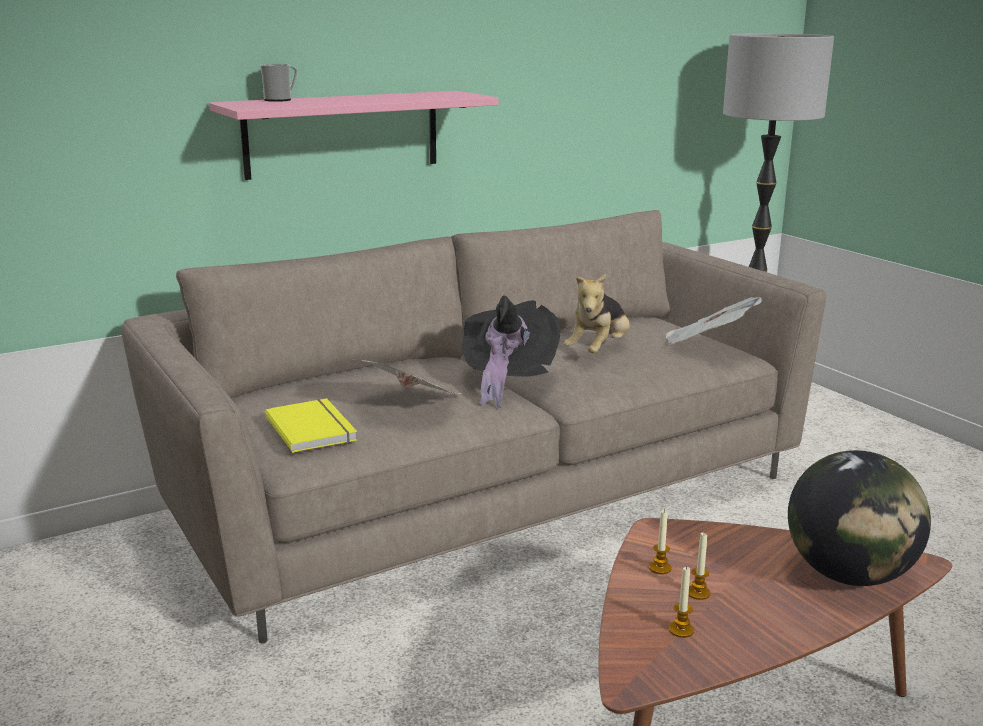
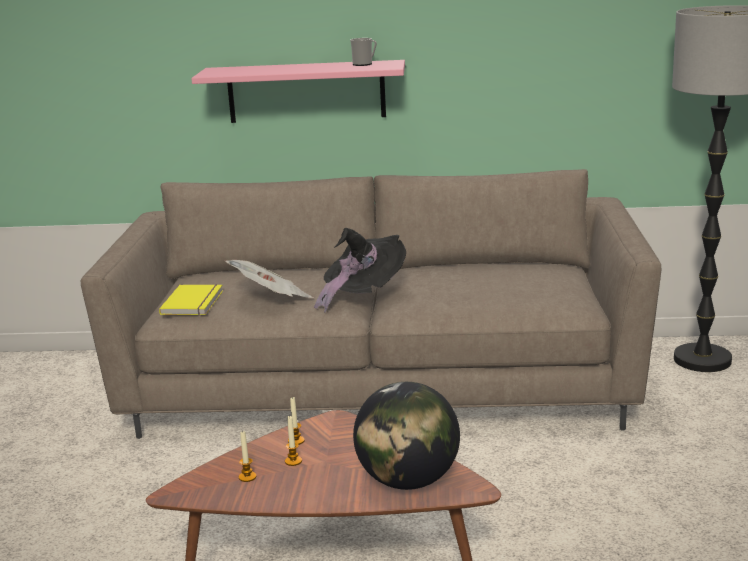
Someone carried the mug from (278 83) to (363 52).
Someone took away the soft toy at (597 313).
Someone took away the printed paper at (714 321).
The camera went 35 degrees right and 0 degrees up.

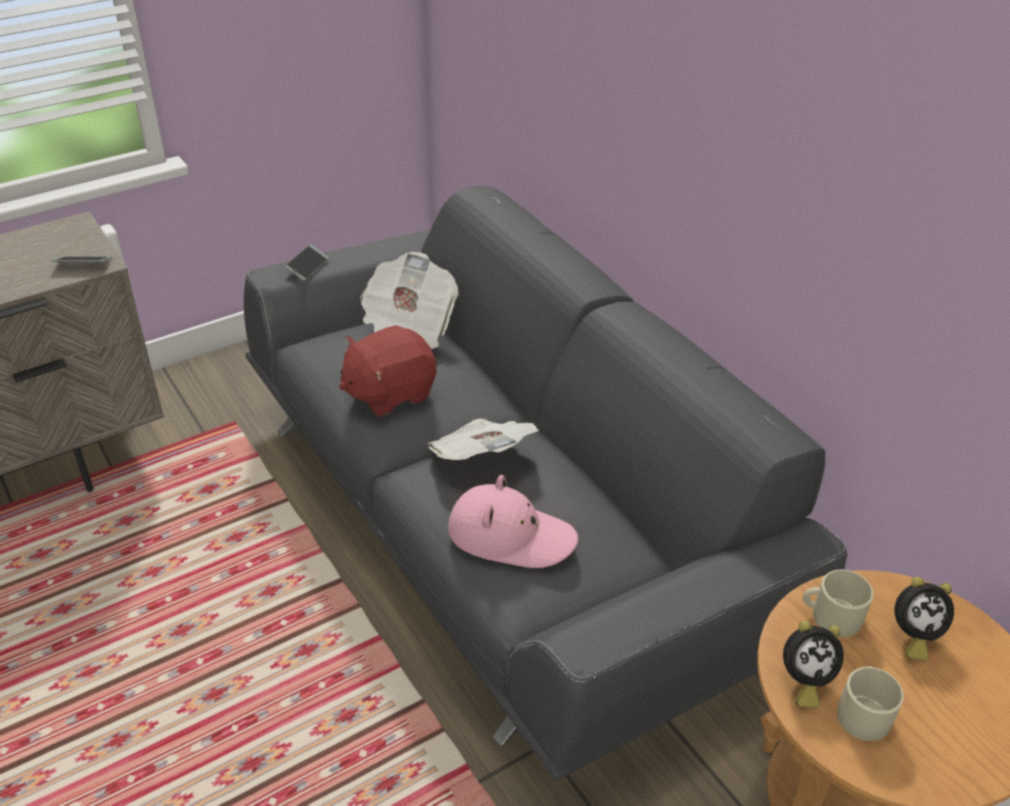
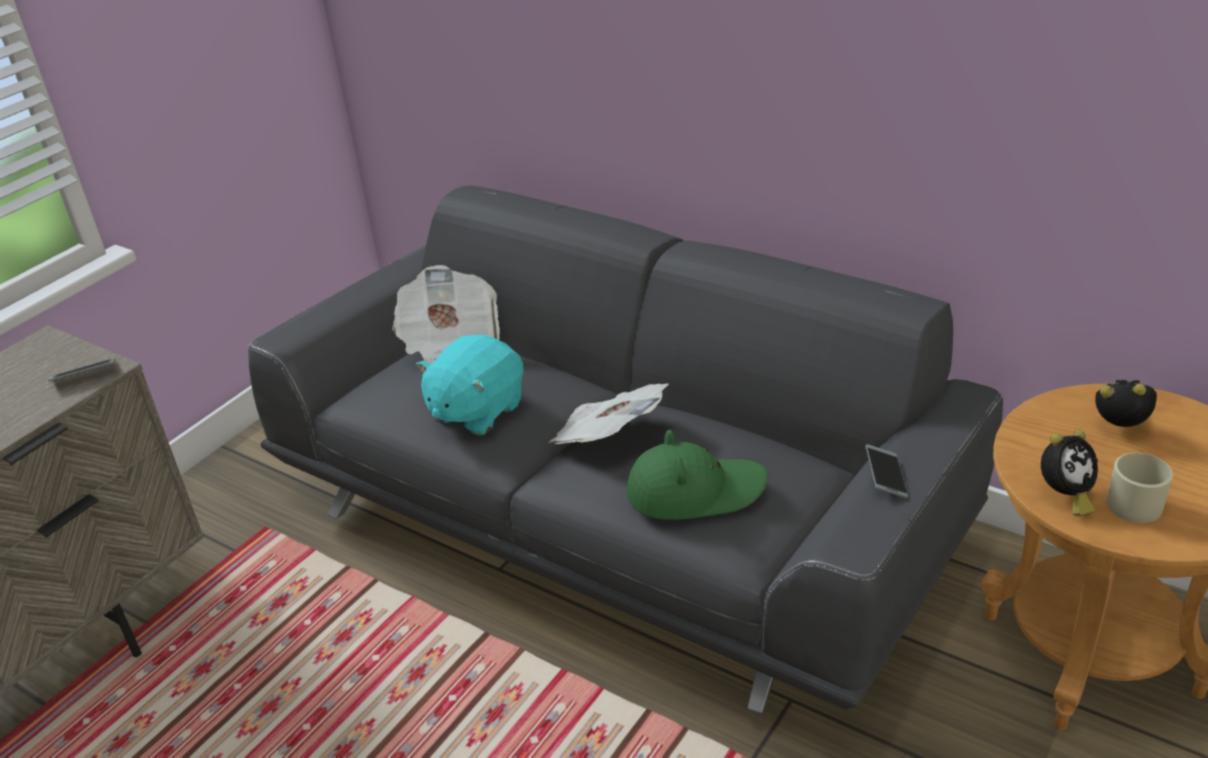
Someone carried the handset from (307 262) to (887 471).
Someone repainted the reddish soft toy at (387 371), which became the blue-green soft toy at (470 385).
Someone repainted the pink-coloured wearable hat at (513 521), which became the greenish wearable hat at (697 475).
Someone took away the beige mug at (838 603).
Someone rotated the table clock at (924 619) by 135 degrees counterclockwise.
The camera went 20 degrees left and 5 degrees down.

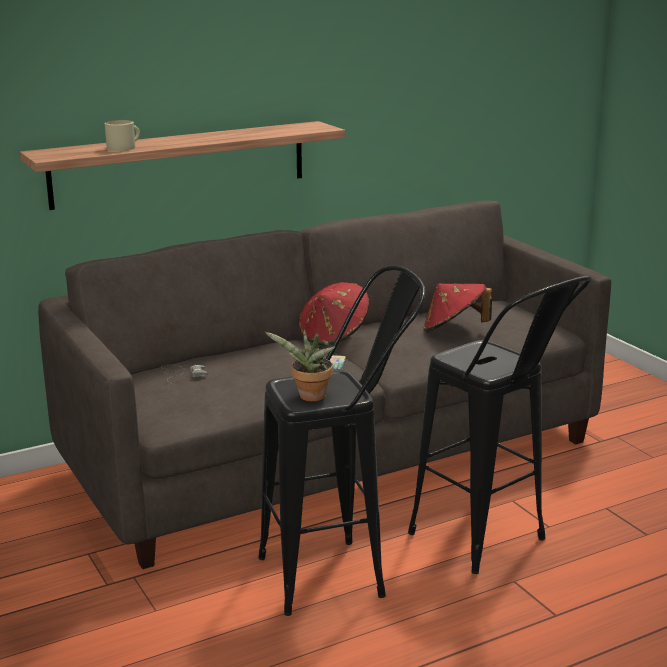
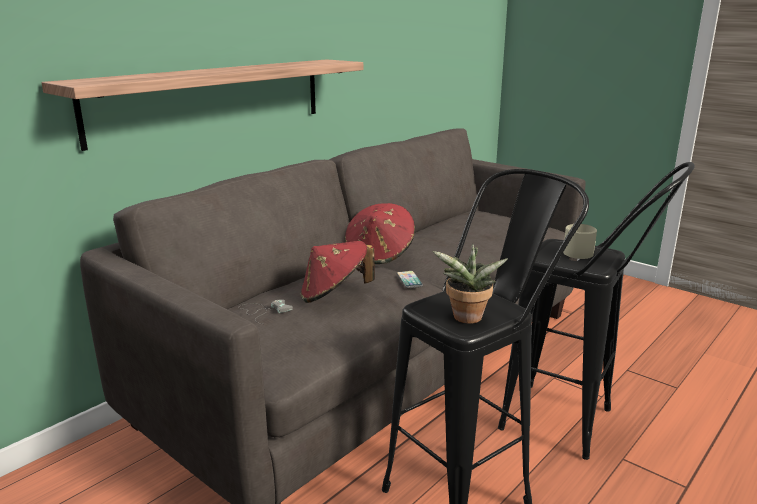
Someone carried the beige mug from (122 135) to (580 241).
Someone carried the reddish wearable hat from (457 307) to (338 272).
The camera went 20 degrees left and 0 degrees up.

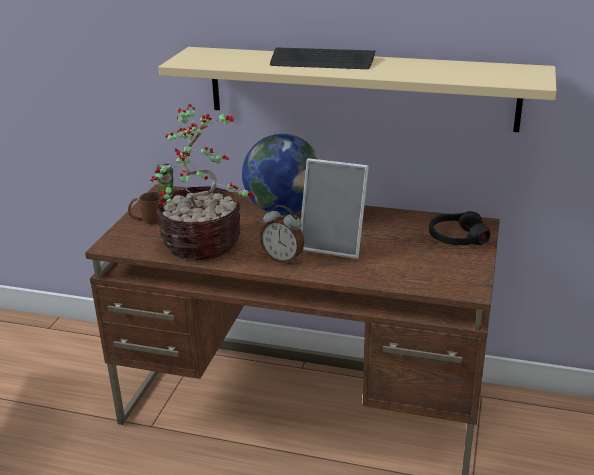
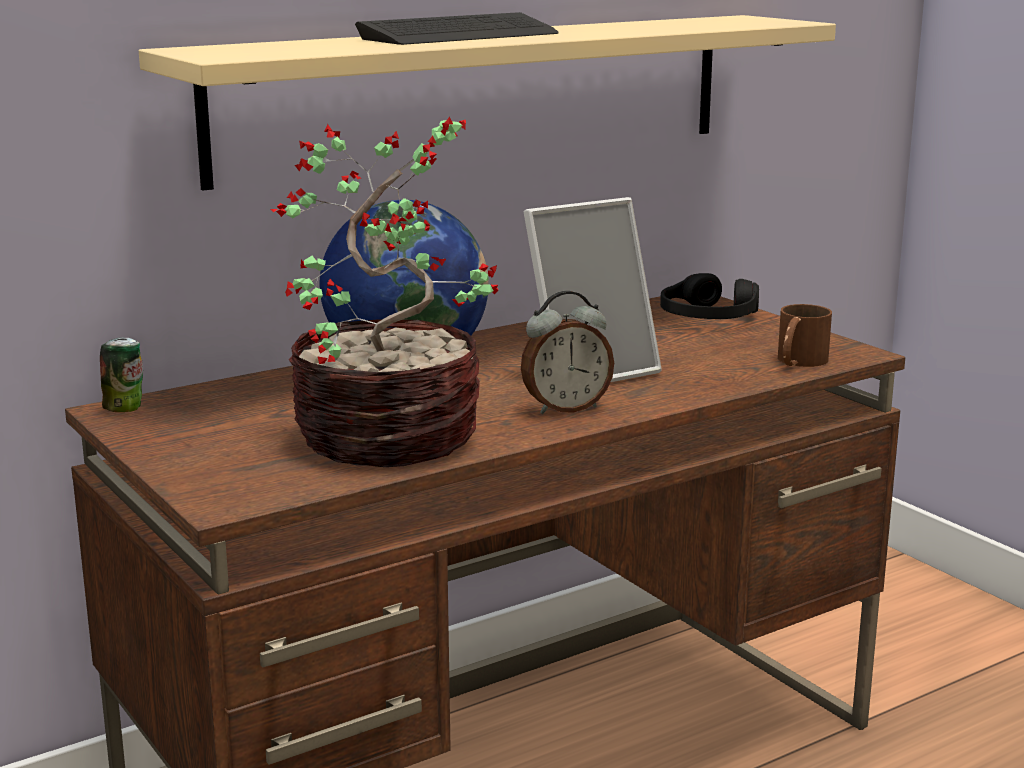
Someone carried the brown mug from (146 207) to (805 335).
The camera went 50 degrees left and 10 degrees down.

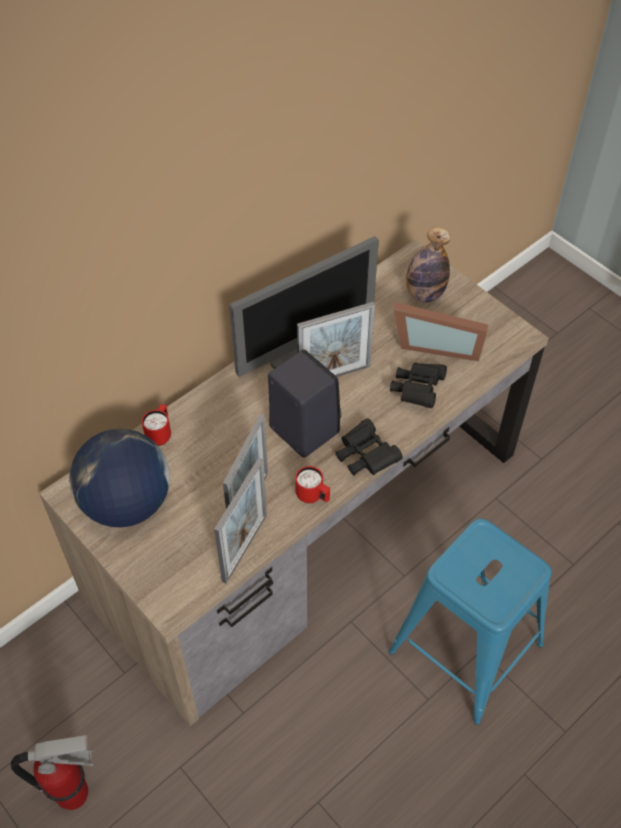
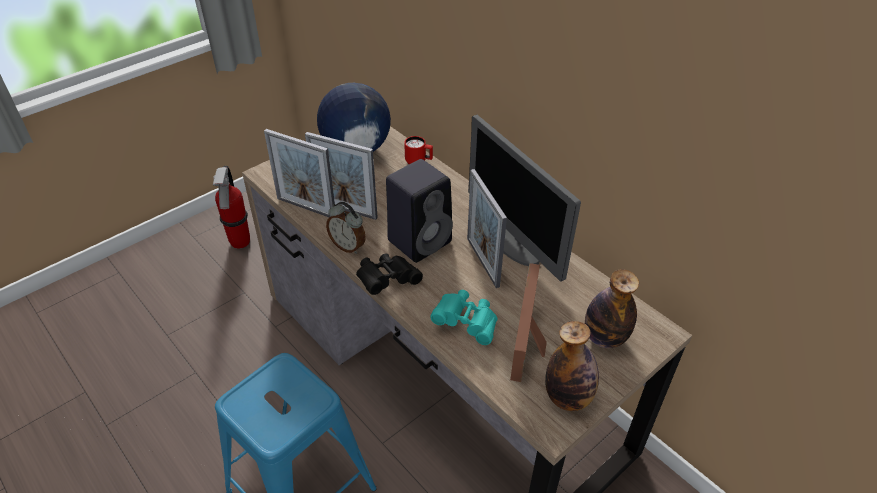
Someone repainted the black field glasses at (418 385), which became the blue-green field glasses at (464 317).
Someone swapped the reddish mug at (312 484) for the table clock at (346 228).
Someone put down the bottle at (572 366).
The camera went 90 degrees right and 10 degrees down.

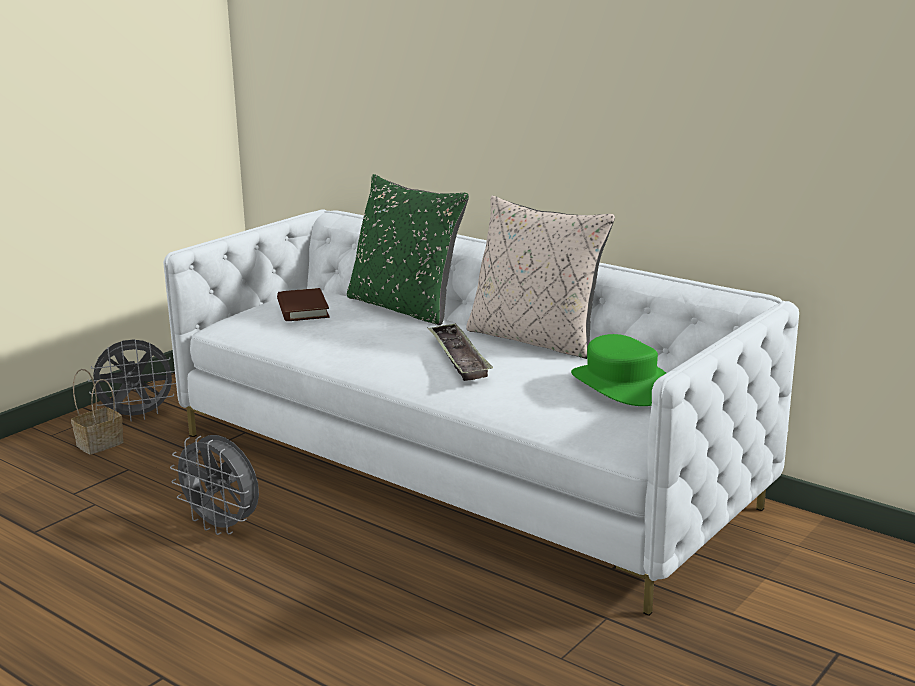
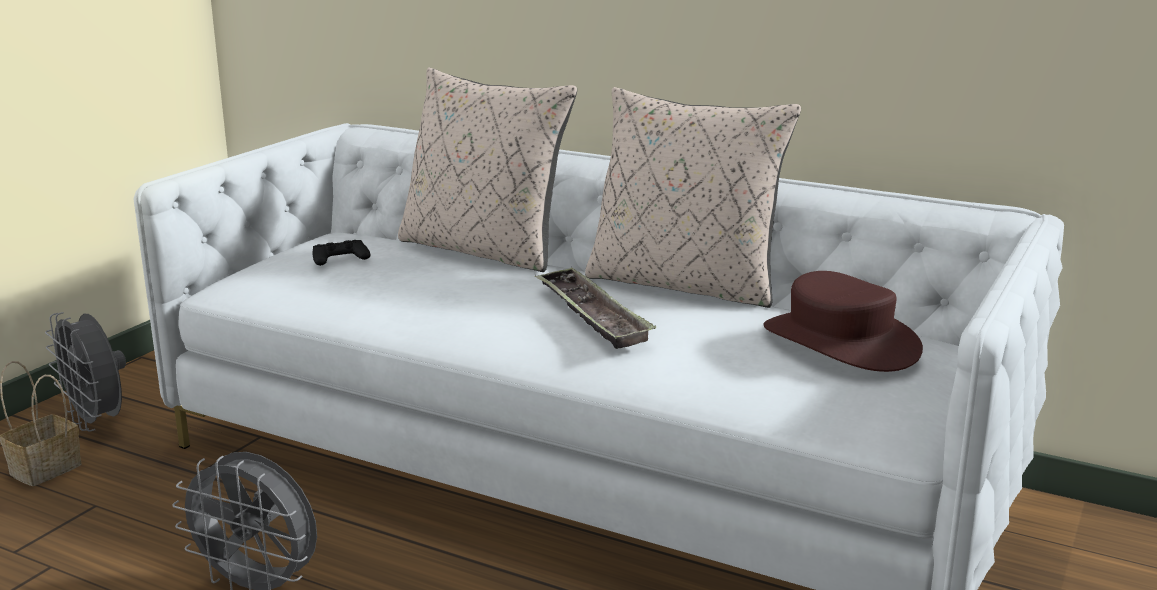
Someone repainted the greenish cushion at (408 250), which became the beige cushion at (487 169).
Someone swapped the brown bound book at (303 304) for the black joypad at (341 253).
Someone repainted the greenish wearable hat at (618 370), which became the brown wearable hat at (843 321).
Someone rotated the gray fan at (132 380) by 75 degrees clockwise.
The camera went 10 degrees left and 0 degrees up.

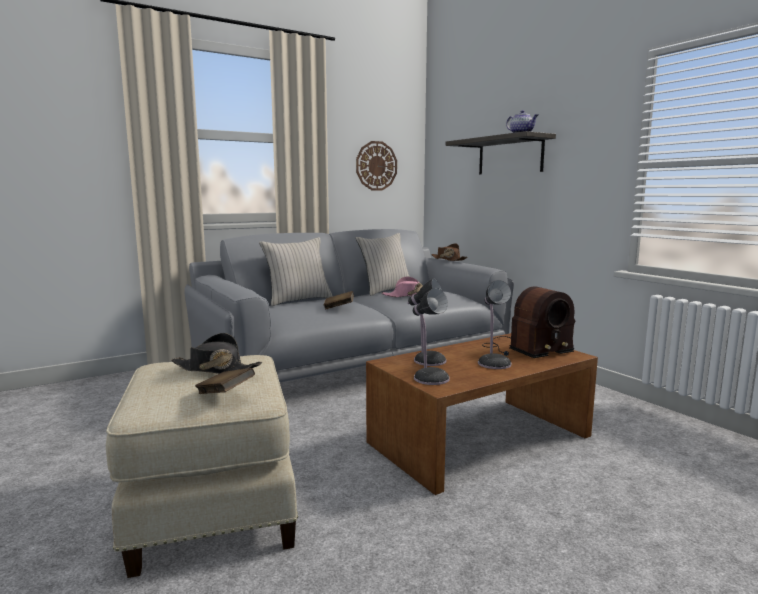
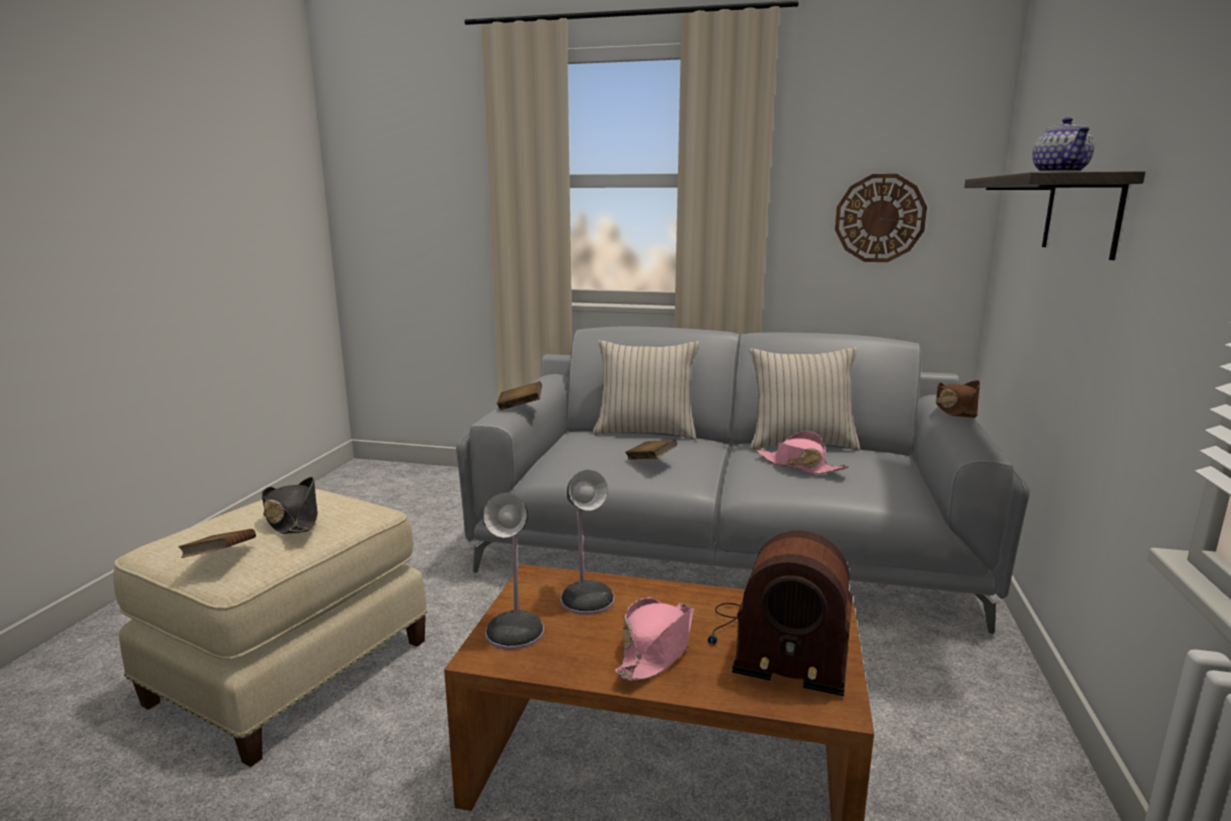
Someone swapped the table lamp at (495 324) for the pink-coloured wearable hat at (654 639).
Someone put down the brown bound book at (519 395).
The camera went 45 degrees right and 5 degrees up.

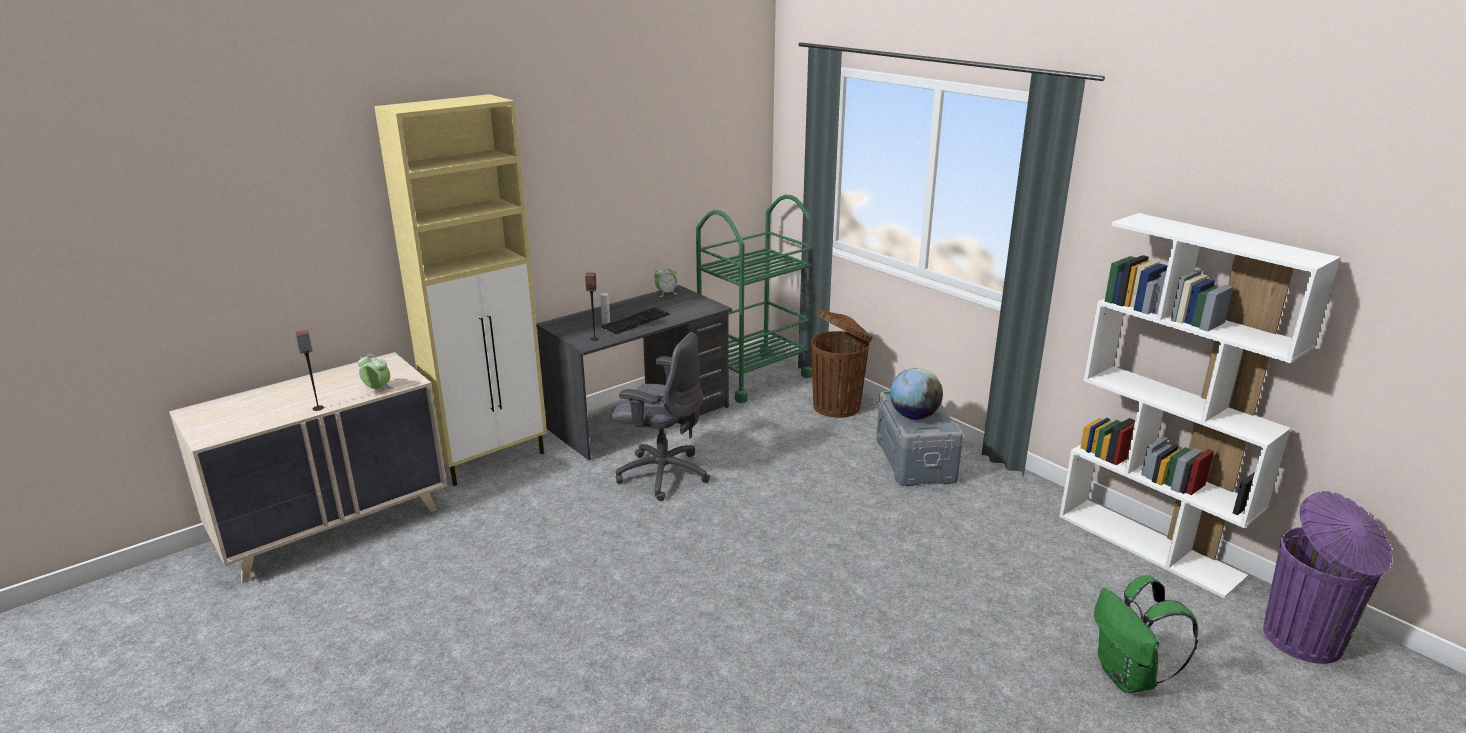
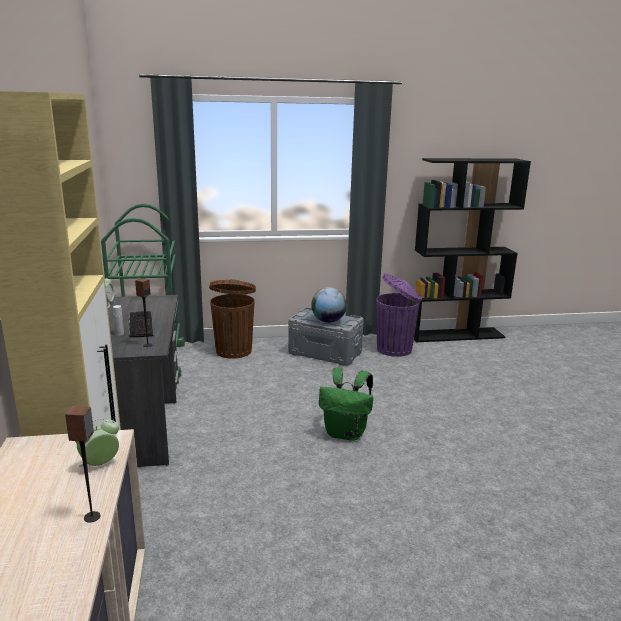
Someone repainted the white-coloured shelving unit at (1200 406), which became the black shelving unit at (472 250).
Someone took away the gray desk chair at (660 416).
Someone carried the purple rubbish bin from (1328 577) to (399 315).
Someone carried the greenish backpack from (1146 634) to (346 404).
The camera went 60 degrees left and 5 degrees down.

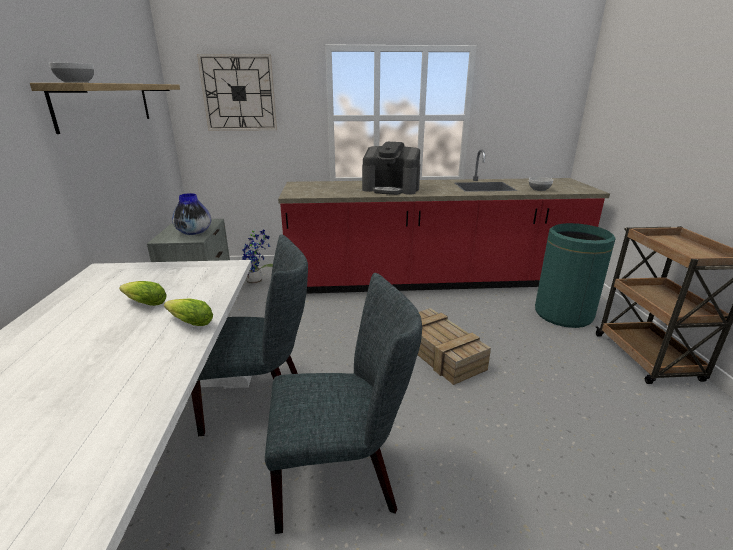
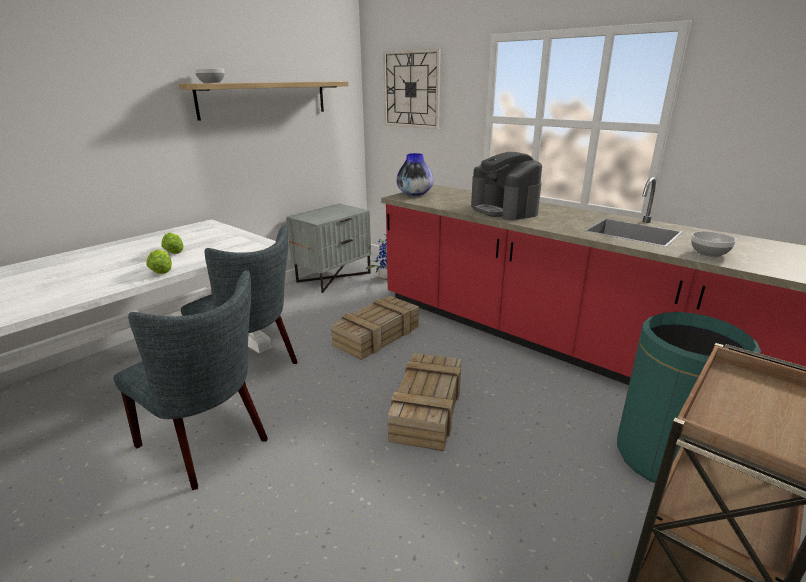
Someone carried the flower vase from (191 214) to (414 174).
Someone put down the crate at (375 328).
The camera went 45 degrees right and 0 degrees up.

